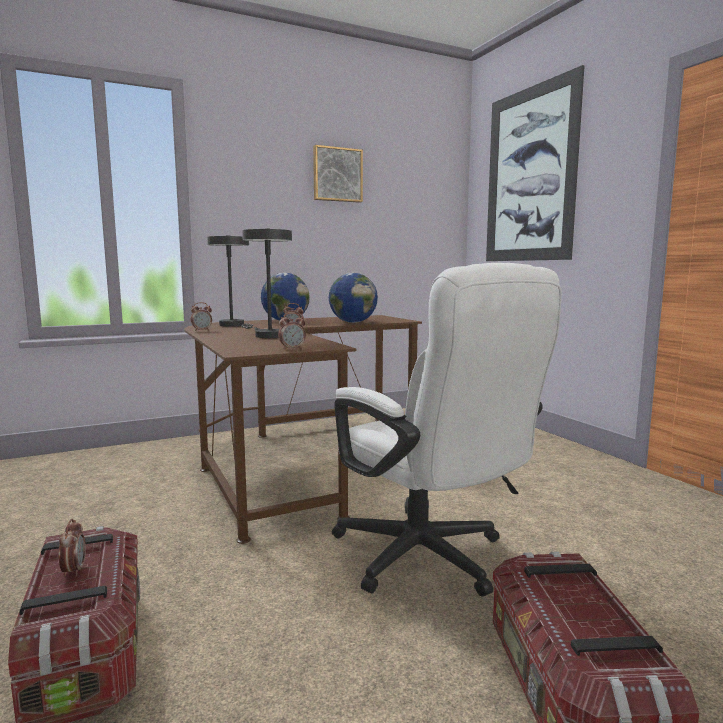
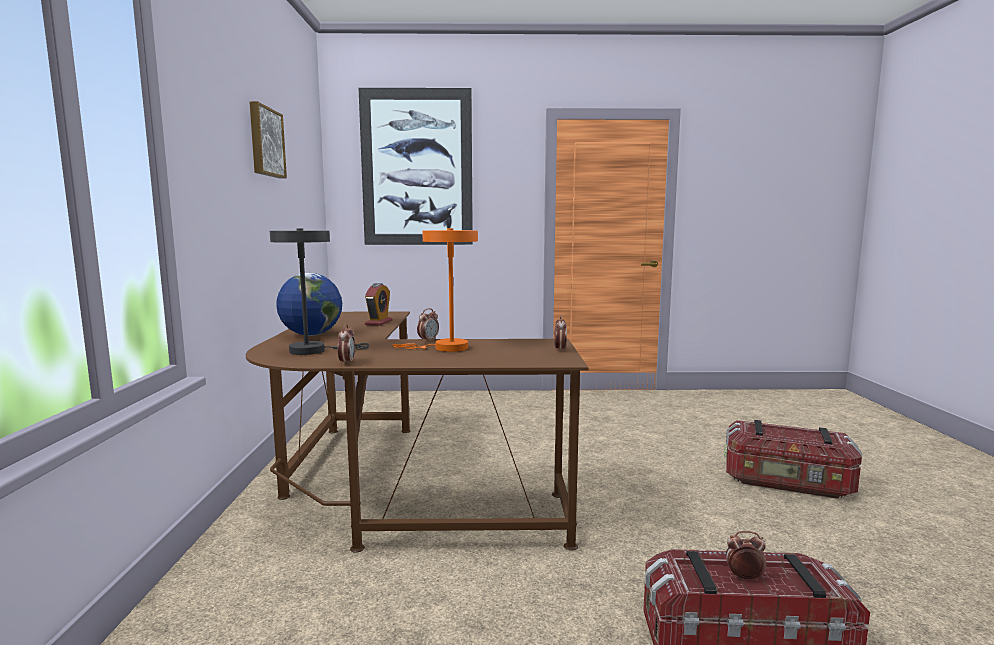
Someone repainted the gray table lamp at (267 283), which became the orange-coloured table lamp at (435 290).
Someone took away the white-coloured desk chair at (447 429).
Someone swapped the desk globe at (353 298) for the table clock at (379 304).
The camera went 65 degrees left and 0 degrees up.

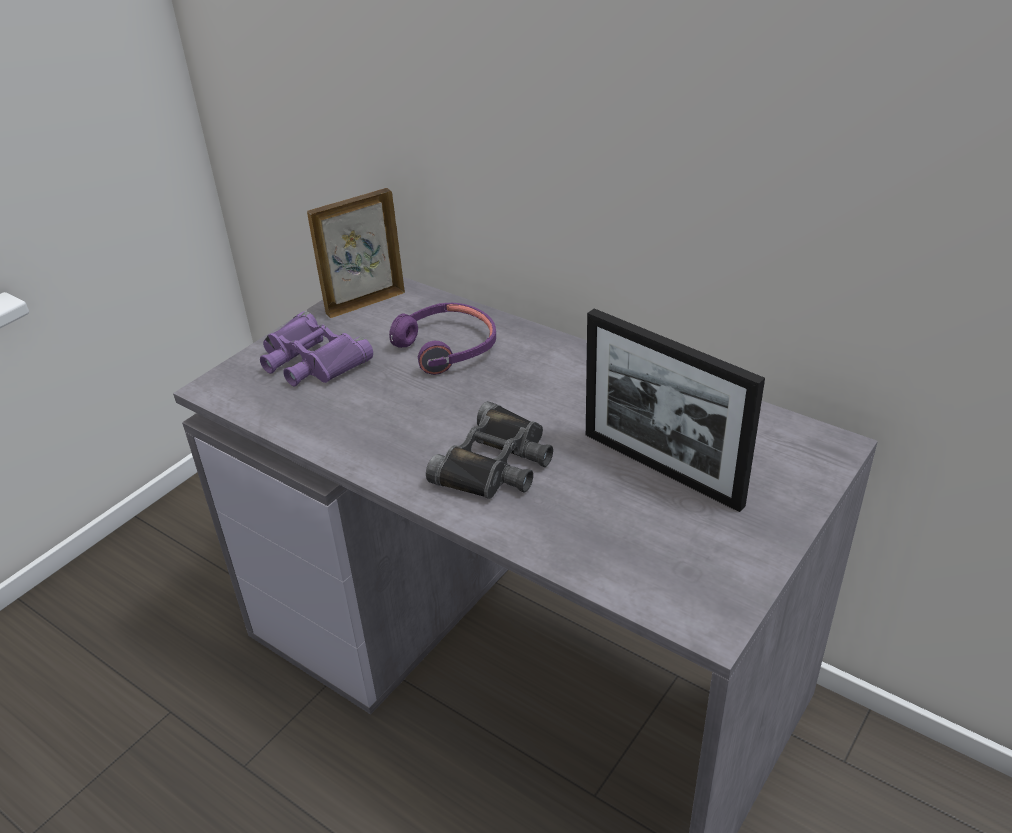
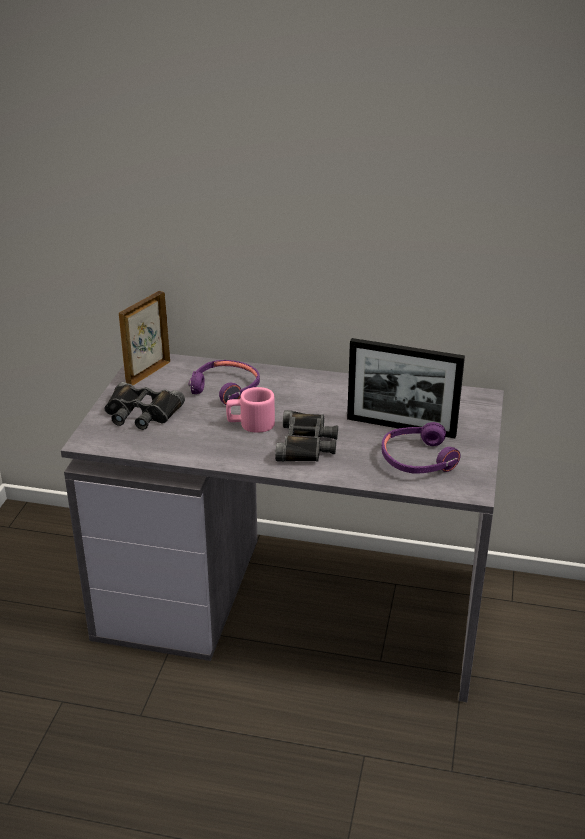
Someone repainted the purple field glasses at (316 348), which became the black field glasses at (145 406).
Someone put down the pink-coloured mug at (250 410).
Someone put down the purple pair of headphones at (420 448).
The camera went 25 degrees left and 5 degrees down.

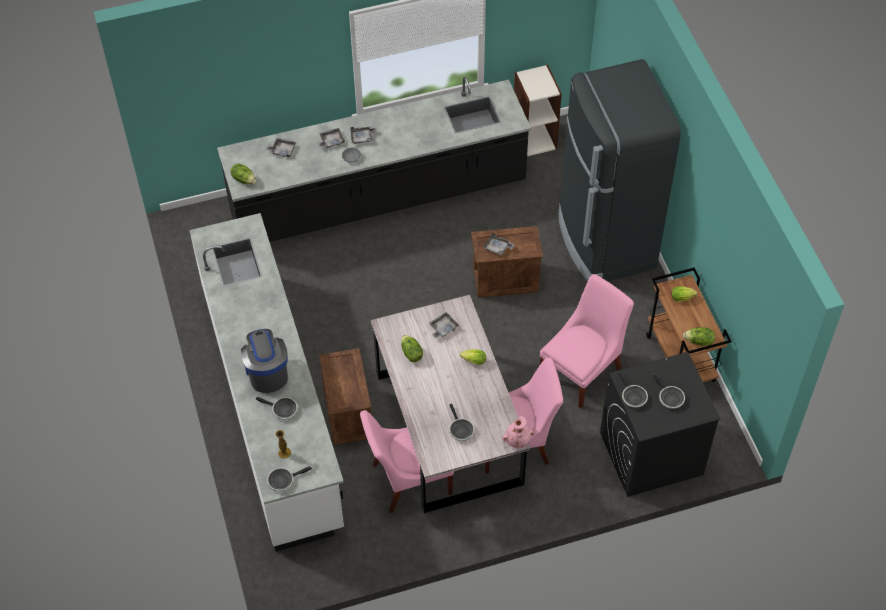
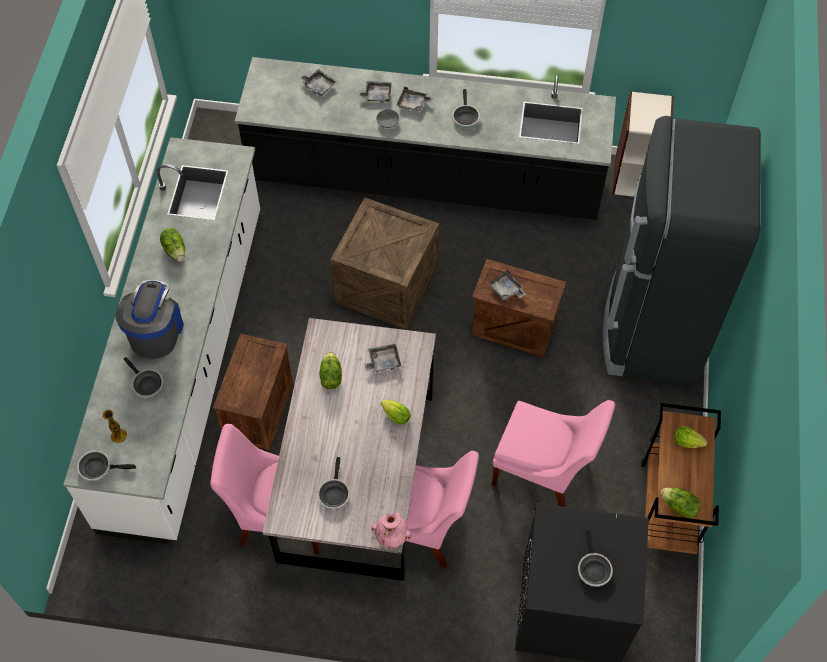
Someone carried the lettuce from (243 174) to (172 245).
Someone rotated the pink-coloured upright chair at (587 341) by 45 degrees clockwise.
Someone carried the pan from (633 390) to (466 108).
Someone put down the crate at (384 263).
The camera went 25 degrees right and 5 degrees up.

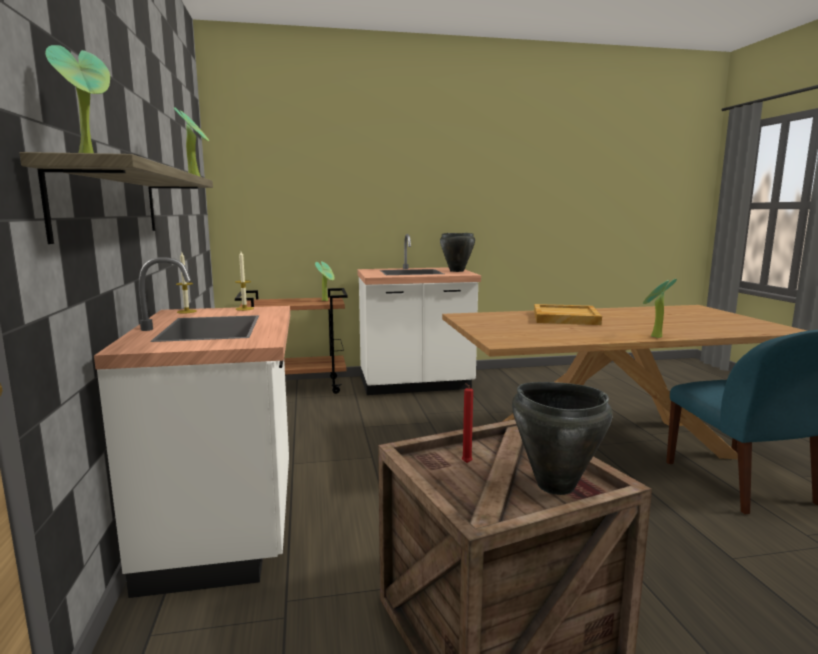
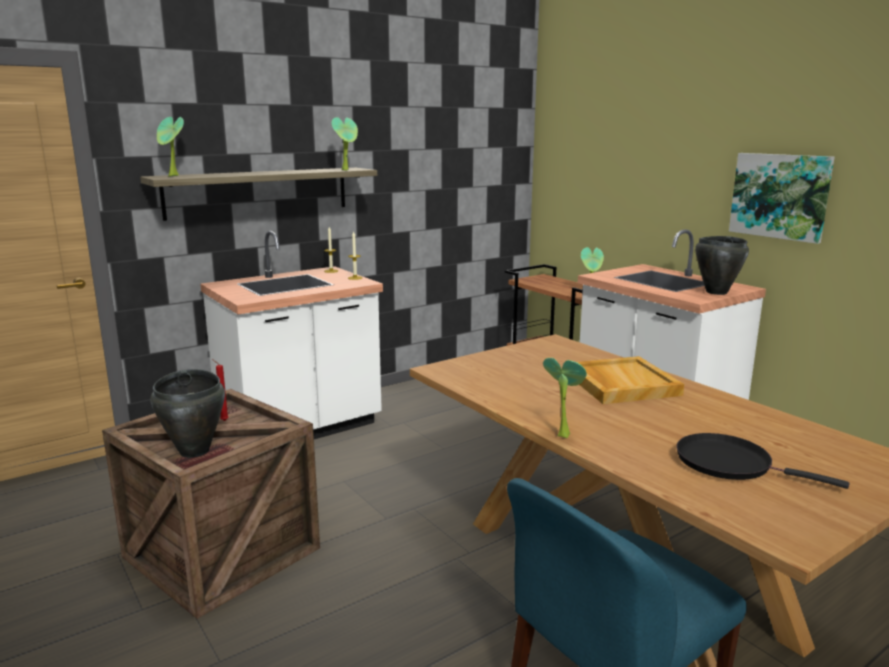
Someone put up the wall picture at (781 198).
Someone put down the black pan at (762 461).
The camera went 65 degrees right and 5 degrees up.

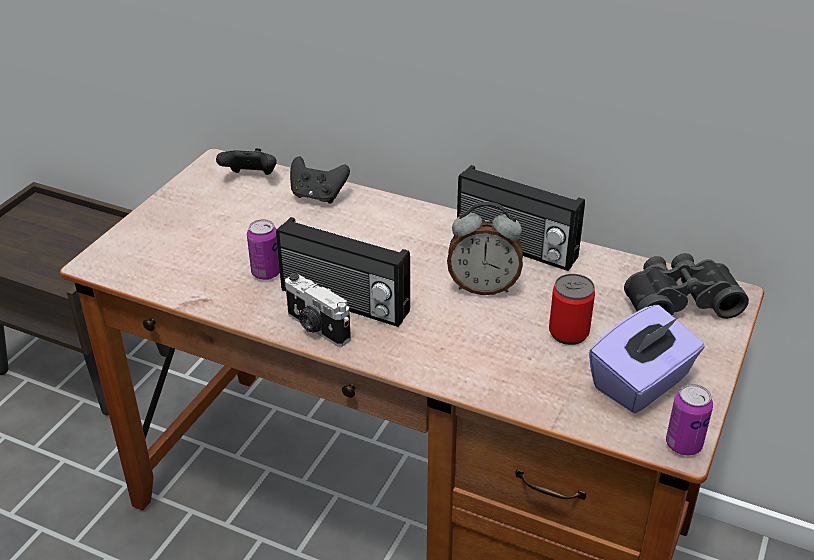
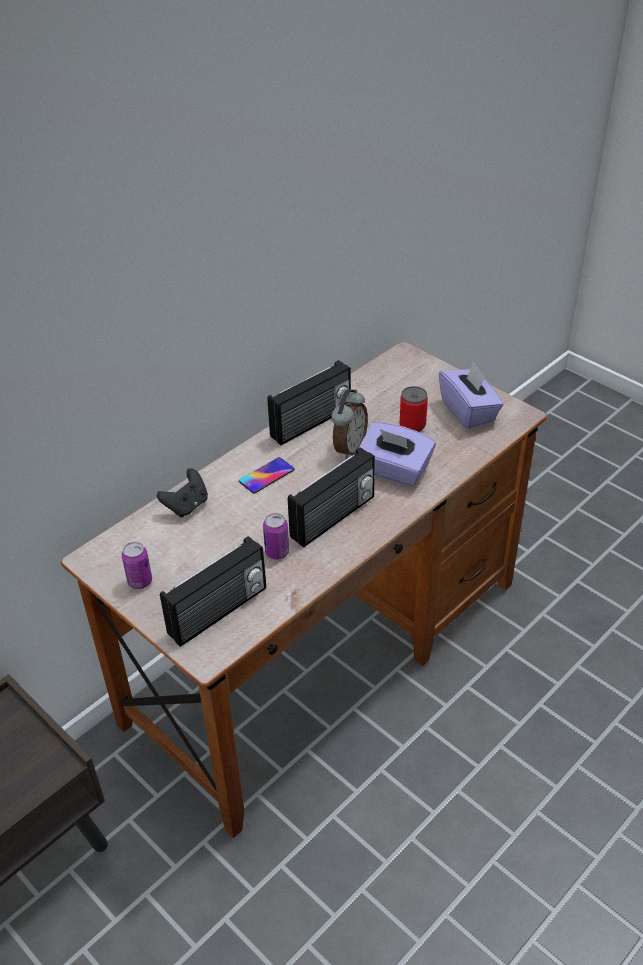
Someone took away the black joypad at (246 161).
Someone took away the black field glasses at (686 286).
Someone took away the still camera at (318 310).
Someone carried the can from (689 419) to (137 565).
Someone put down the purple tissue box at (397 454).
Someone put down the handset at (267 475).
Someone put down the radio at (213 591).
The camera went 70 degrees left and 5 degrees up.

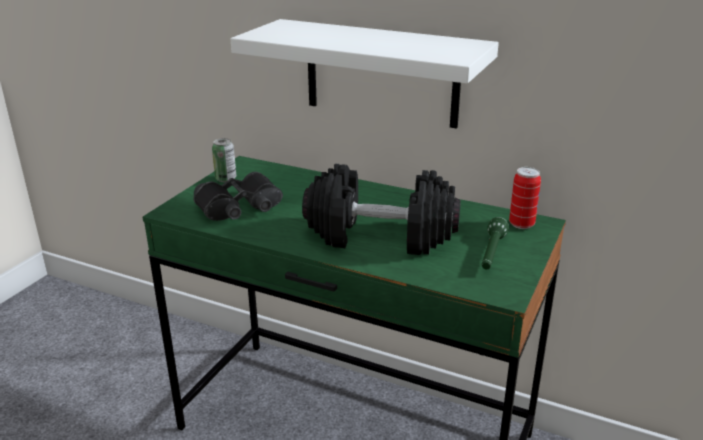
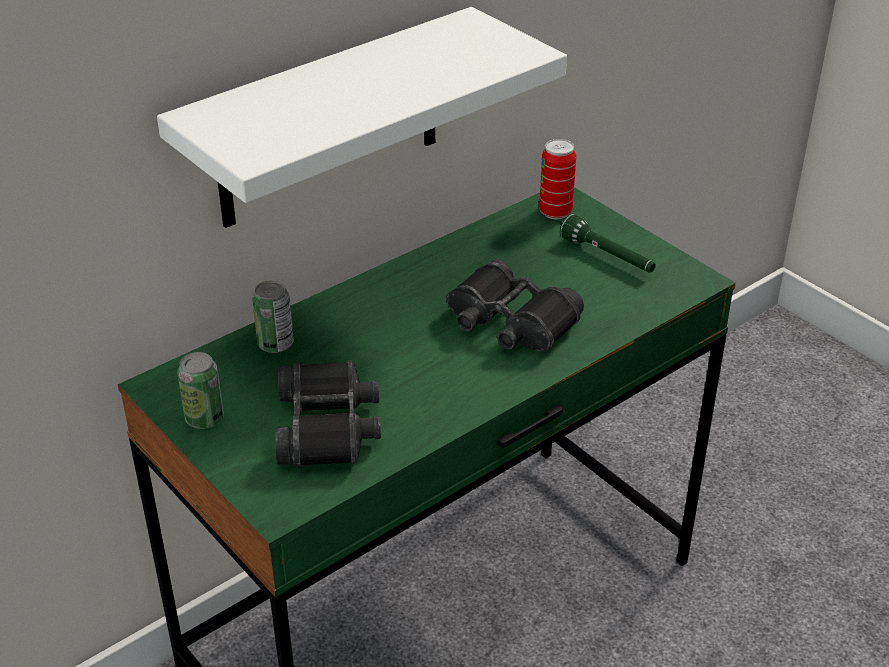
Someone swapped the black dumbbell at (381 209) for the black field glasses at (515 305).
Someone put down the can at (273 317).
The camera went 65 degrees left and 10 degrees up.

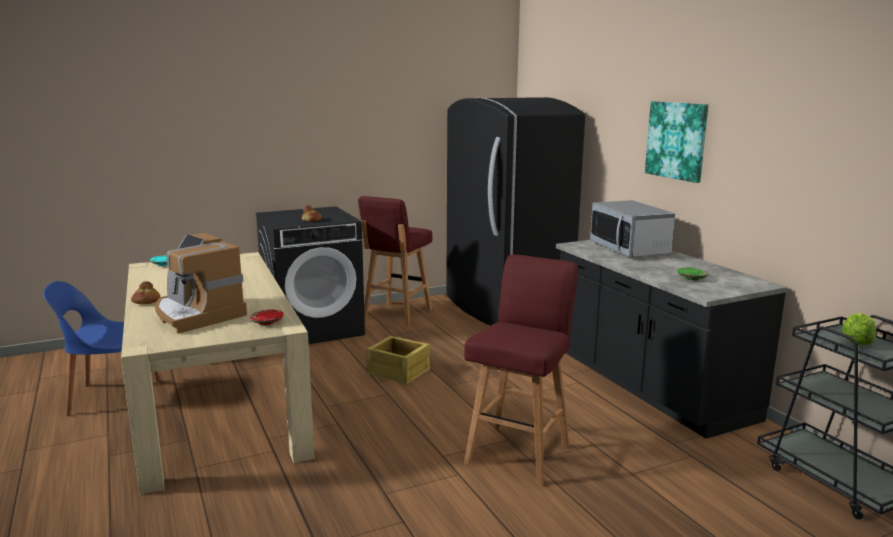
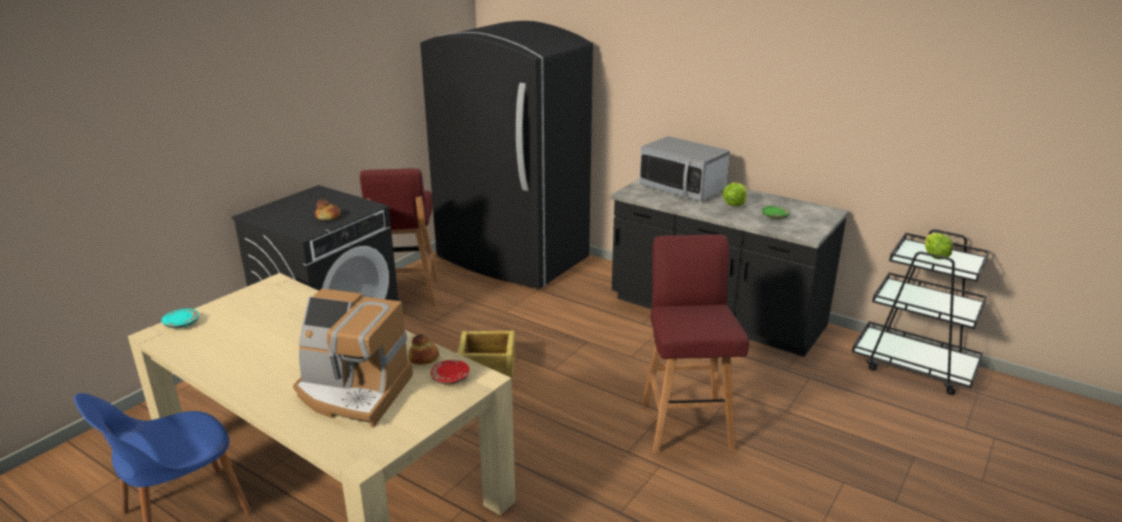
Someone took away the wall picture at (676 142).
Someone carried the bread from (145 292) to (423 349).
Someone put down the lettuce at (734 194).
The camera went 30 degrees left and 10 degrees up.

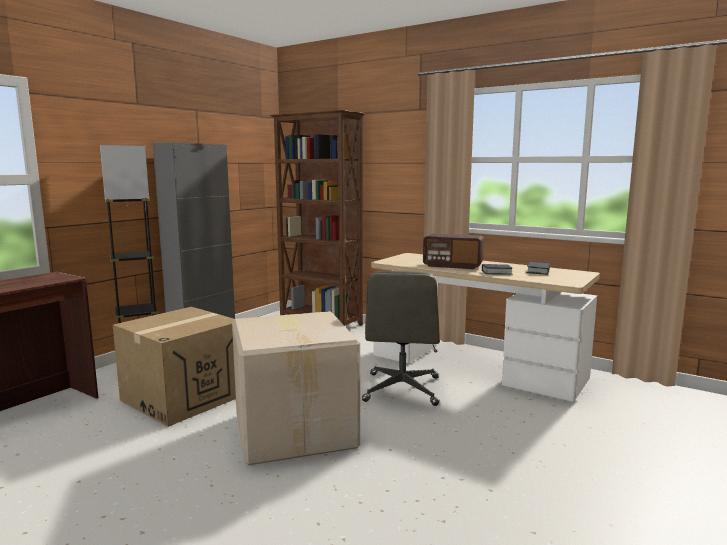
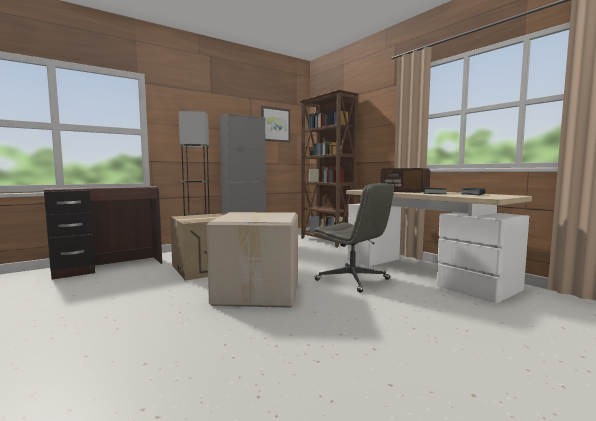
Someone rotated the gray desk chair at (401 338) by 75 degrees counterclockwise.
Someone put up the wall picture at (275 124).
The camera went 20 degrees right and 5 degrees down.

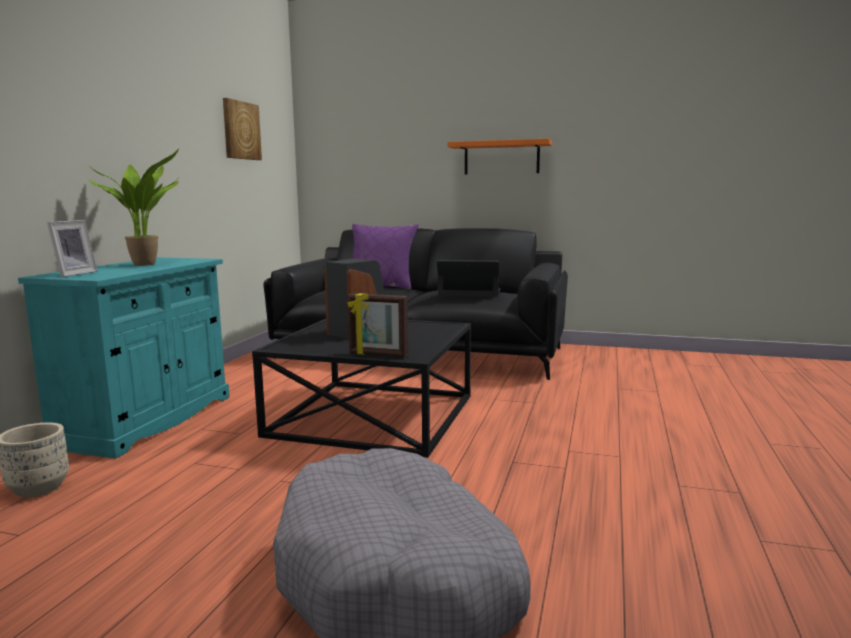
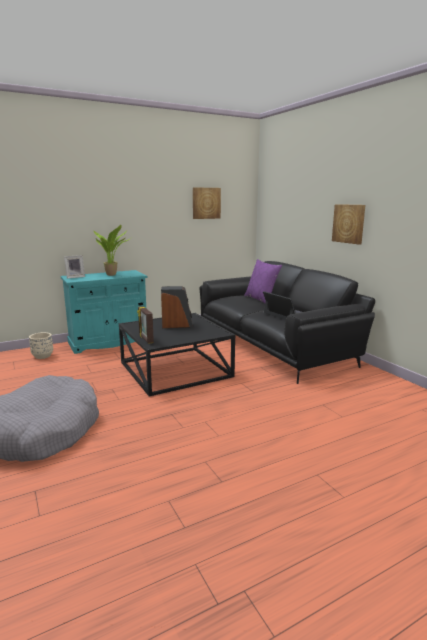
Someone swapped the orange-coloured wall shelf at (500 156) for the wall picture at (348 224).
The camera went 45 degrees right and 5 degrees up.

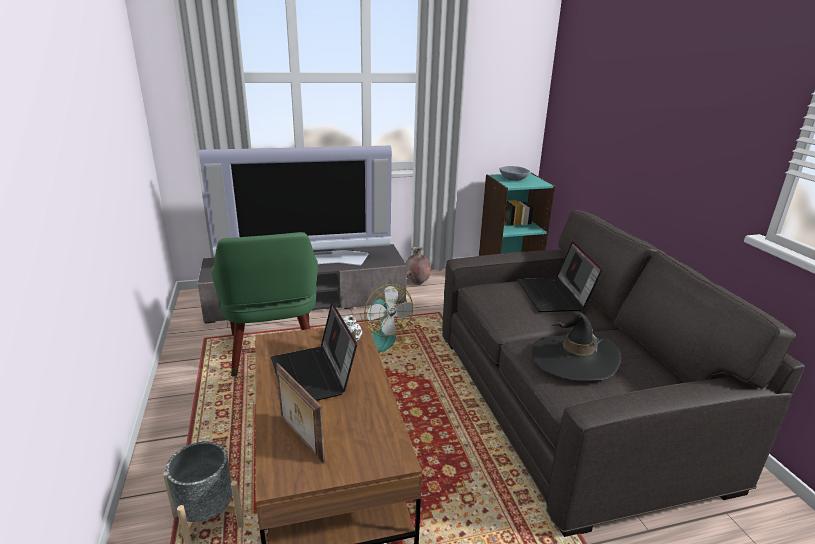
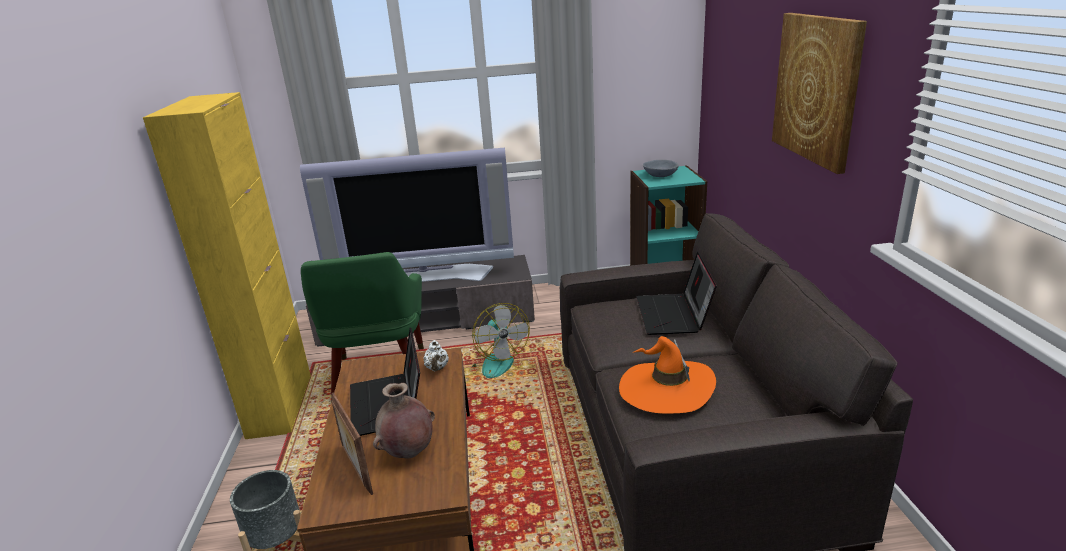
Someone carried the brown flower vase from (418 266) to (404 420).
Someone repainted the black wearable hat at (576 346), which became the orange-coloured wearable hat at (667 374).
Someone put up the wall picture at (819 93).
Someone put down the yellowish cabinet at (227 265).
The camera went 10 degrees right and 0 degrees up.

